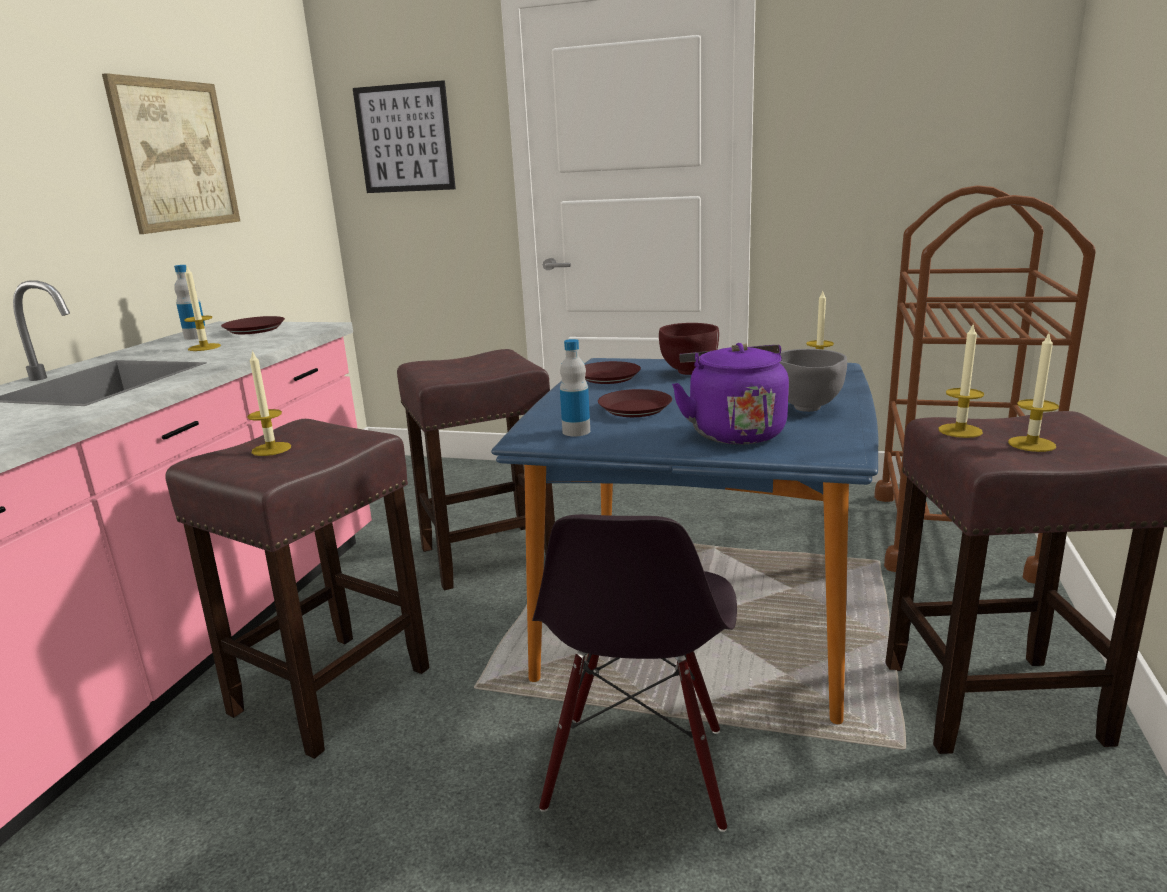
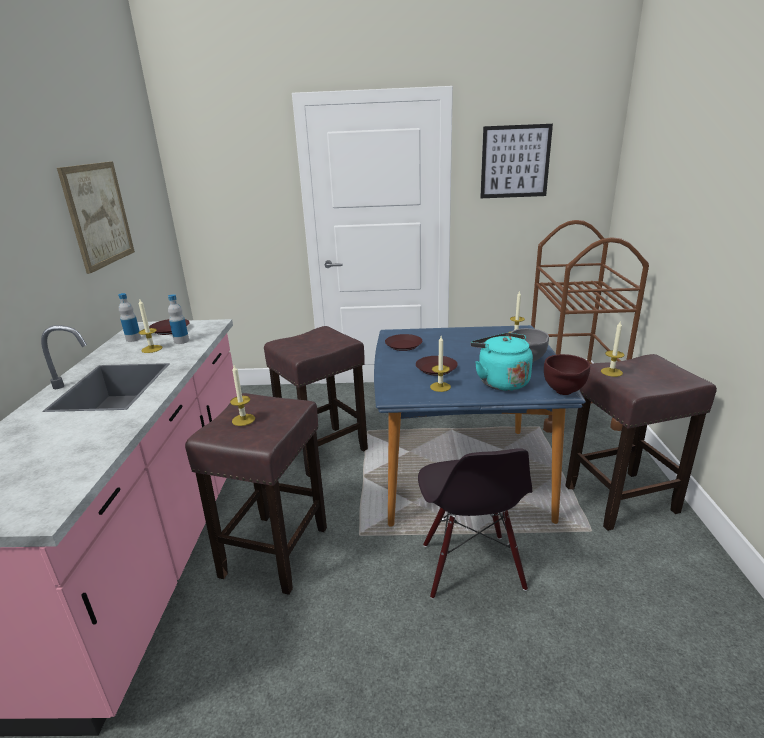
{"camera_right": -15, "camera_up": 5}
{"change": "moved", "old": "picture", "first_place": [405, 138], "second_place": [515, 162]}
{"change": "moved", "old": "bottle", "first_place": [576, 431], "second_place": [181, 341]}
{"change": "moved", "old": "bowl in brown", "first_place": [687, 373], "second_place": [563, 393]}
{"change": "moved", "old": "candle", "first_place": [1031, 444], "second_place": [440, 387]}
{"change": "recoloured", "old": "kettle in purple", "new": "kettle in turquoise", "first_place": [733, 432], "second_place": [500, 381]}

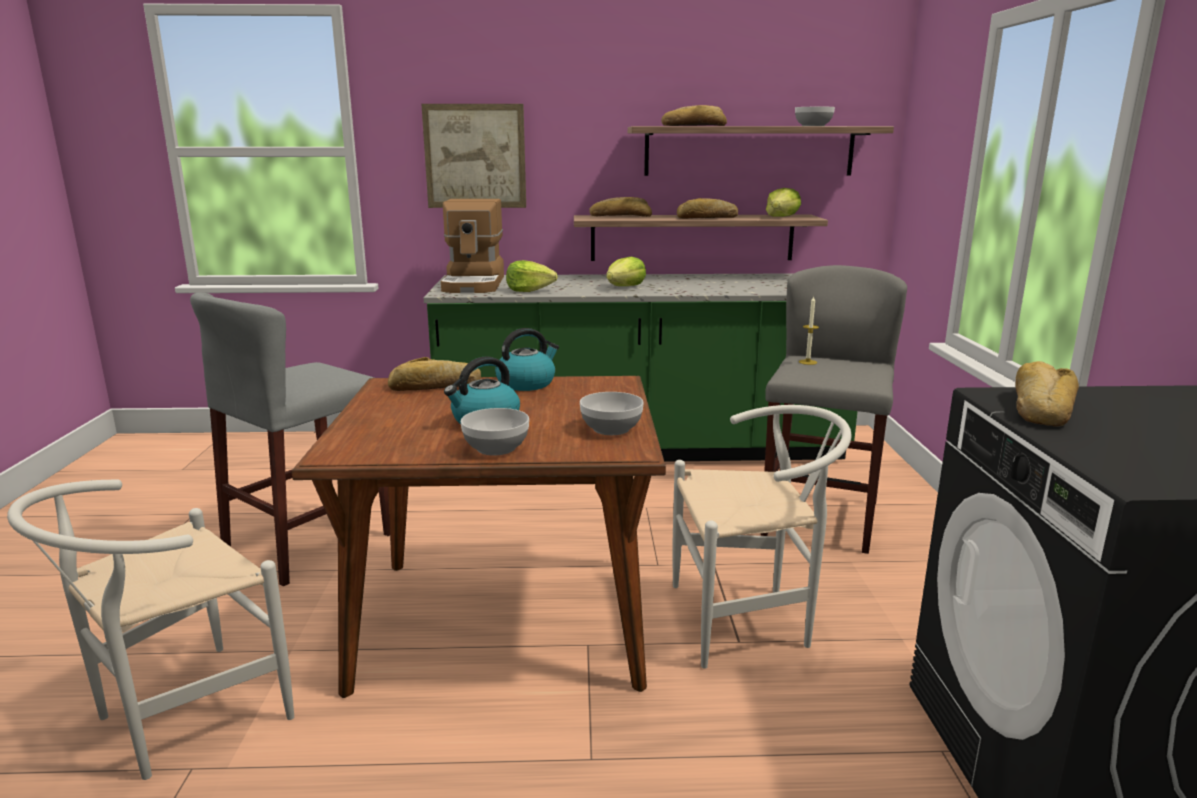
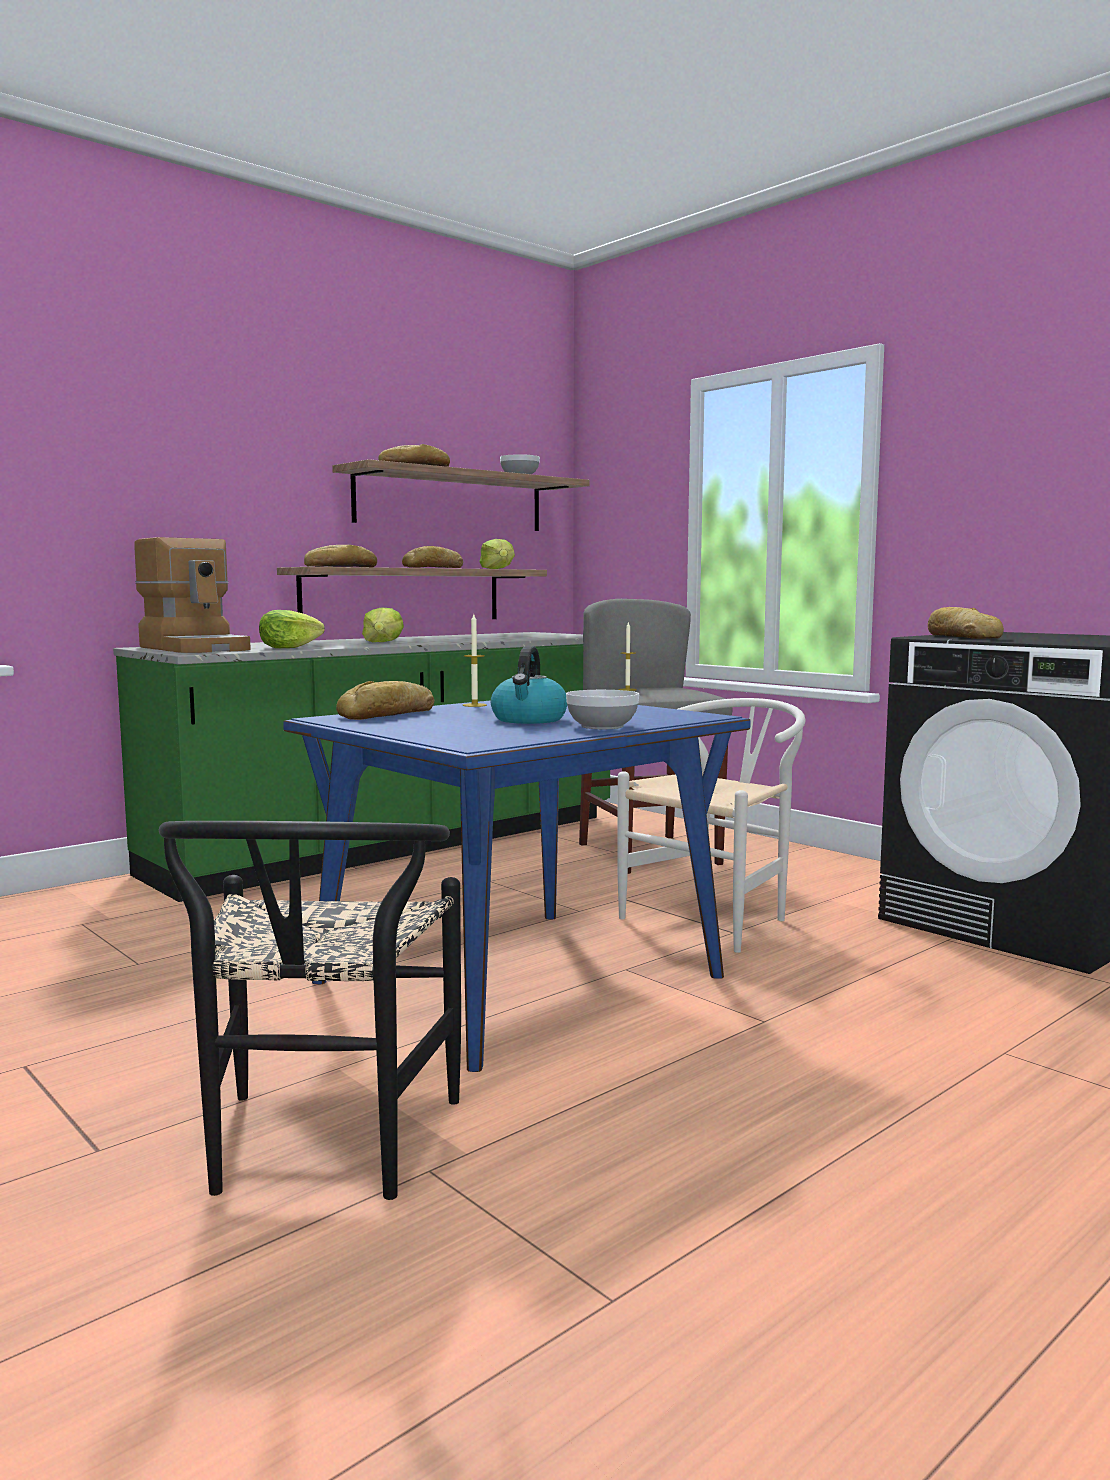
{"camera_right": -40, "camera_up": -10}
{"change": "removed", "old": "stool in grey", "first_place": [309, 542]}
{"change": "removed", "old": "picture", "first_place": [475, 156]}
{"change": "removed", "old": "bowl", "first_place": [610, 429]}
{"change": "replaced", "old": "kettle", "new": "candle", "first_place": [526, 383], "second_place": [474, 705]}
{"change": "recoloured", "old": "chair in white", "new": "chair in black", "first_place": [178, 718], "second_place": [321, 1153]}
{"change": "recoloured", "old": "dining table in brown", "new": "dining table in blue", "first_place": [504, 620], "second_place": [520, 979]}

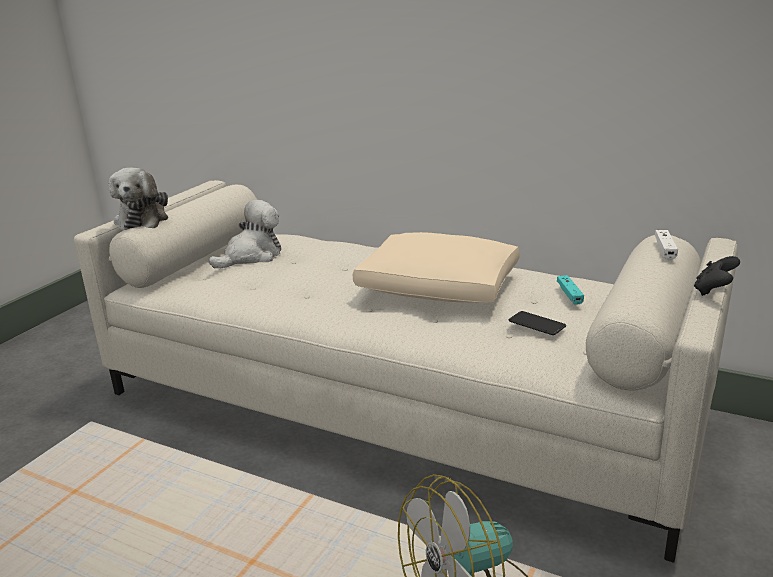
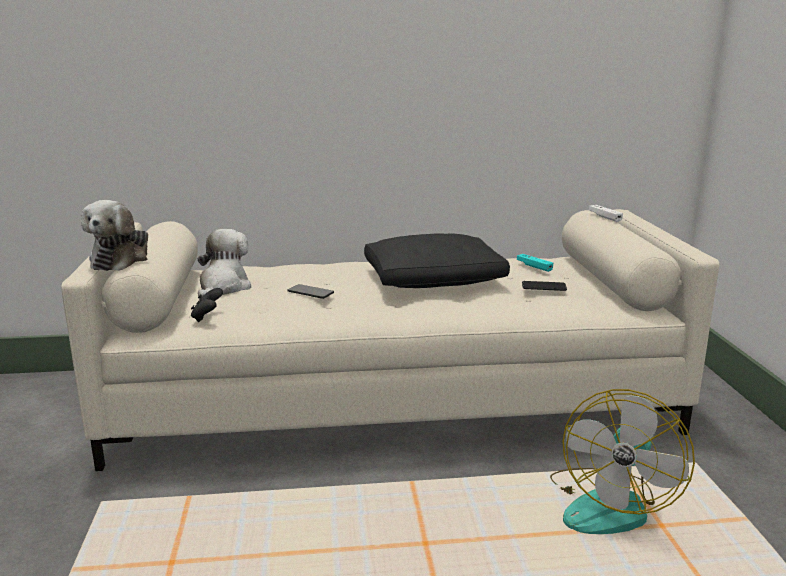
{"camera_right": -35, "camera_up": -5}
{"change": "added", "new": "phone", "second_place": [310, 292]}
{"change": "moved", "old": "game controller in black", "first_place": [713, 291], "second_place": [207, 317]}
{"change": "recoloured", "old": "pillow in beige", "new": "pillow in black", "first_place": [440, 288], "second_place": [435, 280]}
{"change": "turned", "old": "plush toy", "first_place": [143, 220], "second_place": [122, 260], "degrees": 45}

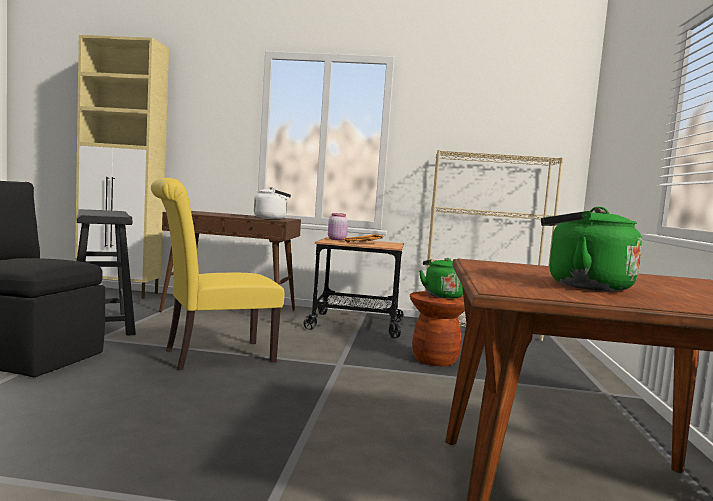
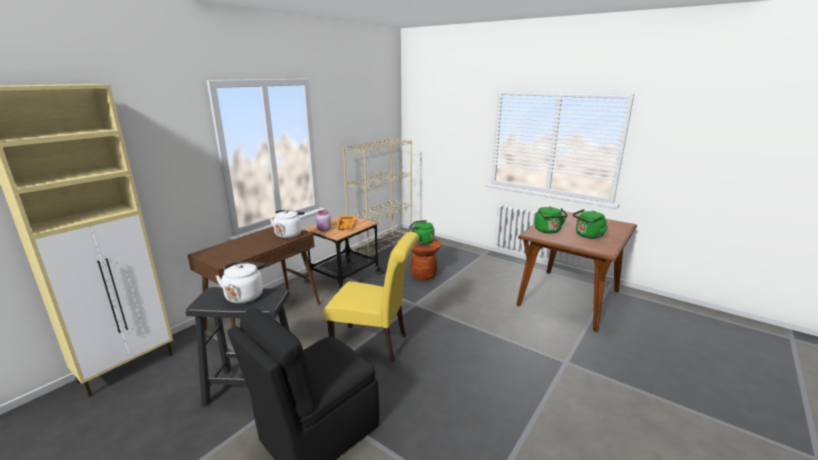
{"camera_right": -60, "camera_up": 15}
{"change": "added", "new": "kettle in white", "second_place": [245, 295]}
{"change": "added", "new": "kettle in green", "second_place": [548, 231]}
{"change": "turned", "old": "chair in yellow", "first_place": [212, 356], "second_place": [374, 343], "degrees": -75}

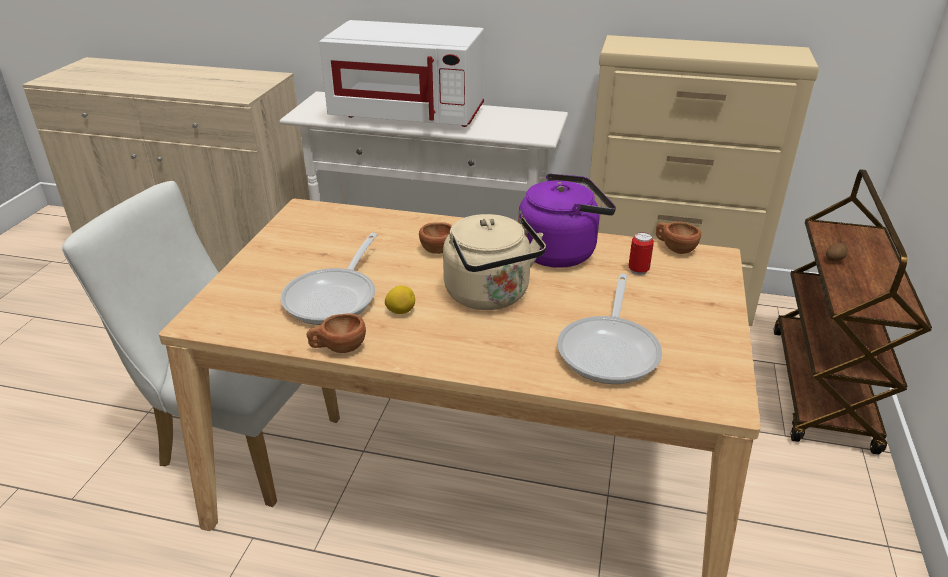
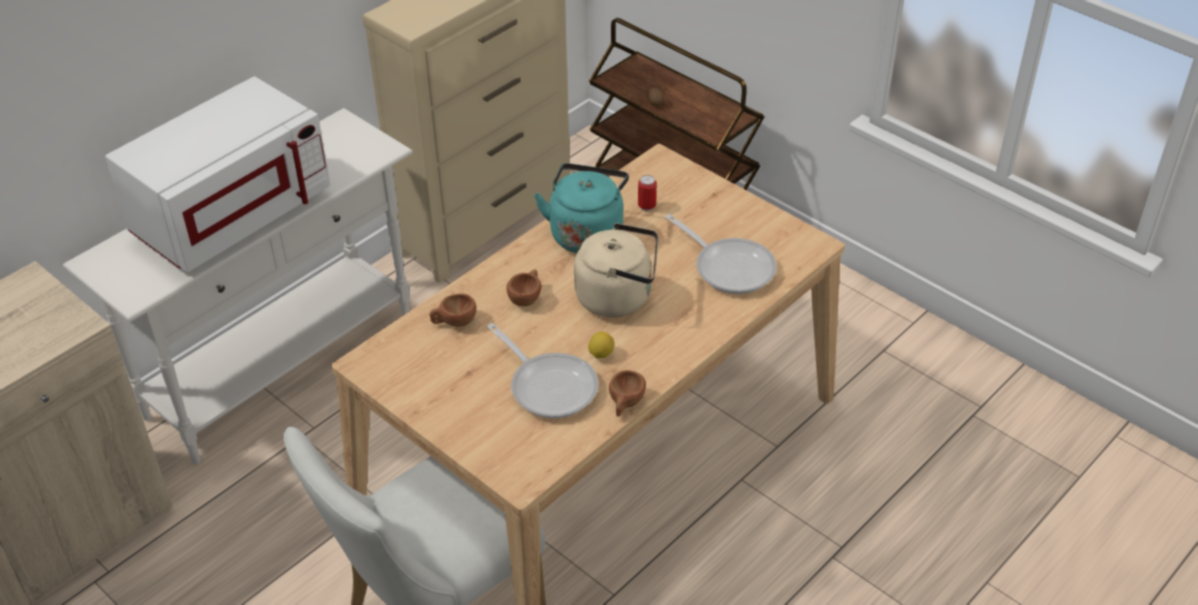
{"camera_right": -60, "camera_up": 10}
{"change": "moved", "old": "cup in brown", "first_place": [674, 248], "second_place": [454, 322]}
{"change": "recoloured", "old": "kettle in purple", "new": "kettle in turquoise", "first_place": [561, 252], "second_place": [587, 233]}

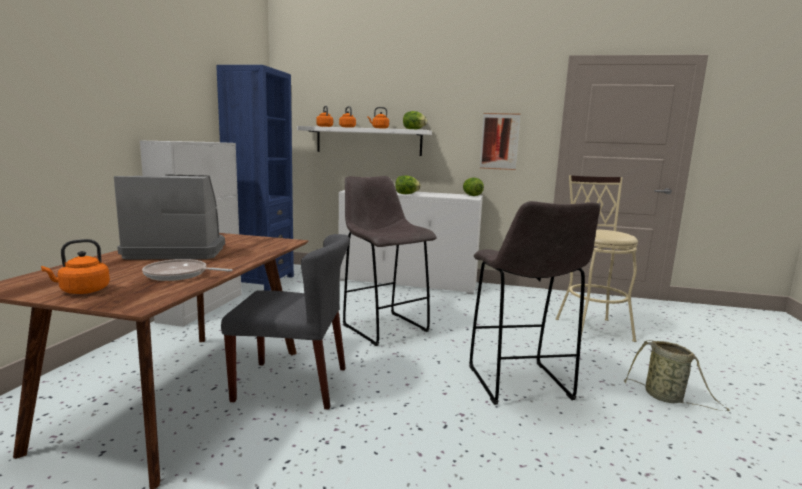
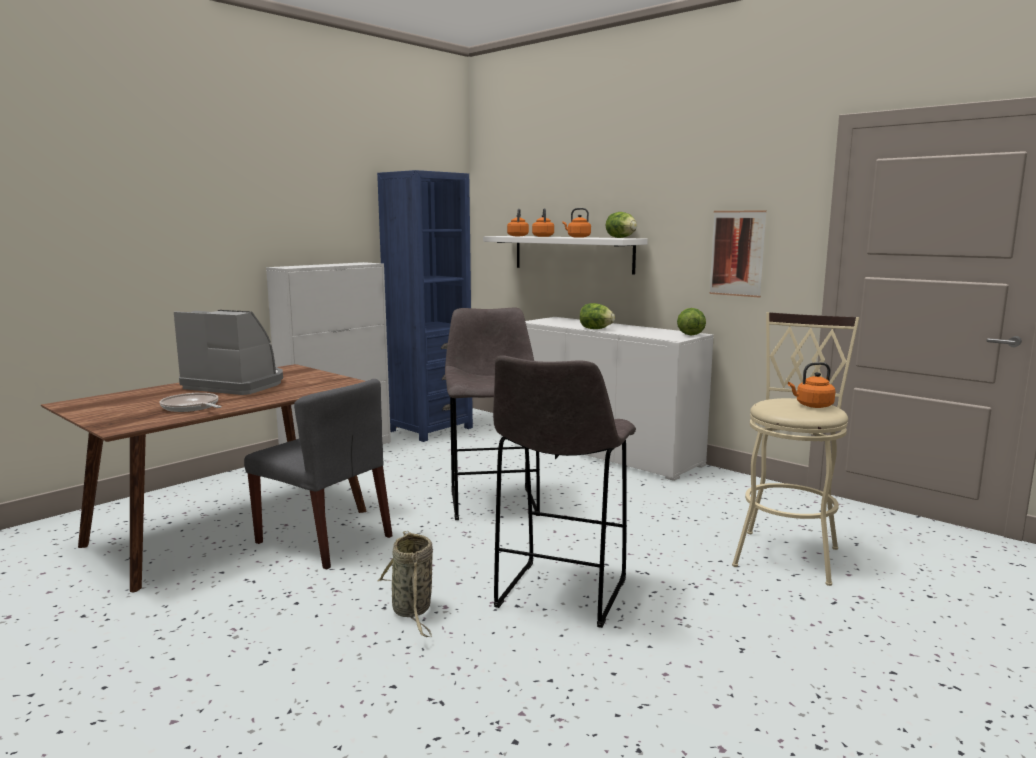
{"camera_right": 30, "camera_up": 0}
{"change": "moved", "old": "kettle in orange", "first_place": [82, 291], "second_place": [812, 406]}
{"change": "moved", "old": "basket", "first_place": [666, 398], "second_place": [412, 611]}

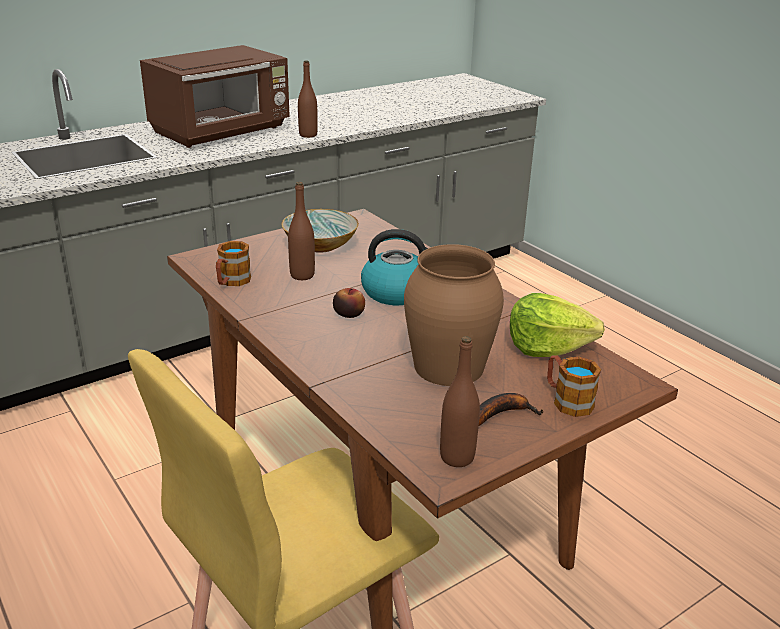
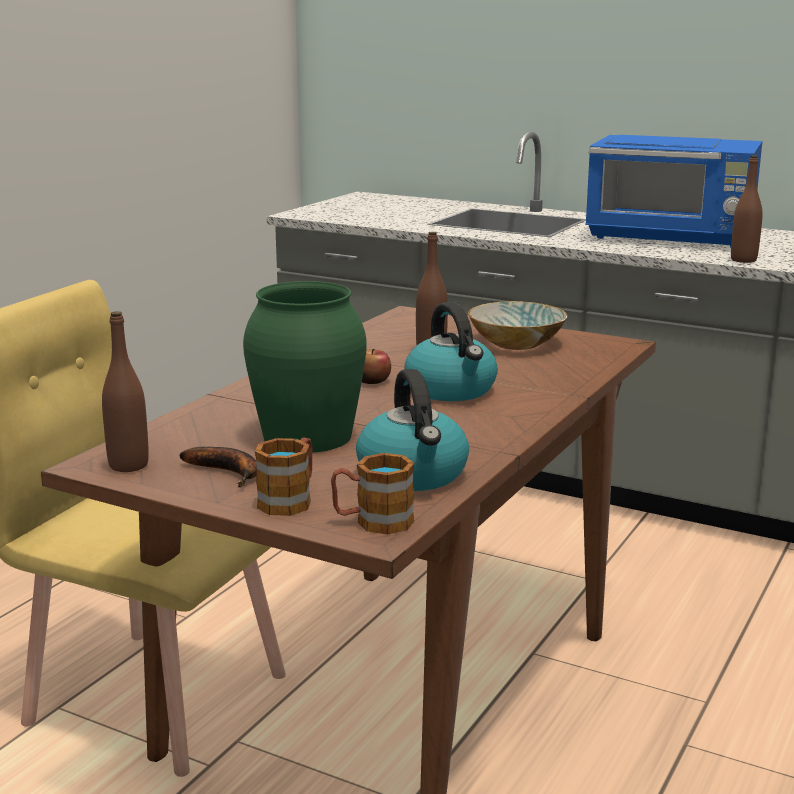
{"camera_right": 65, "camera_up": -10}
{"change": "moved", "old": "mug", "first_place": [231, 282], "second_place": [373, 522]}
{"change": "replaced", "old": "lettuce", "new": "kettle", "first_place": [547, 347], "second_place": [413, 474]}
{"change": "recoloured", "old": "microwave in brown", "new": "microwave in blue", "first_place": [222, 131], "second_place": [672, 237]}
{"change": "recoloured", "old": "vase in brown", "new": "vase in green", "first_place": [449, 366], "second_place": [307, 436]}

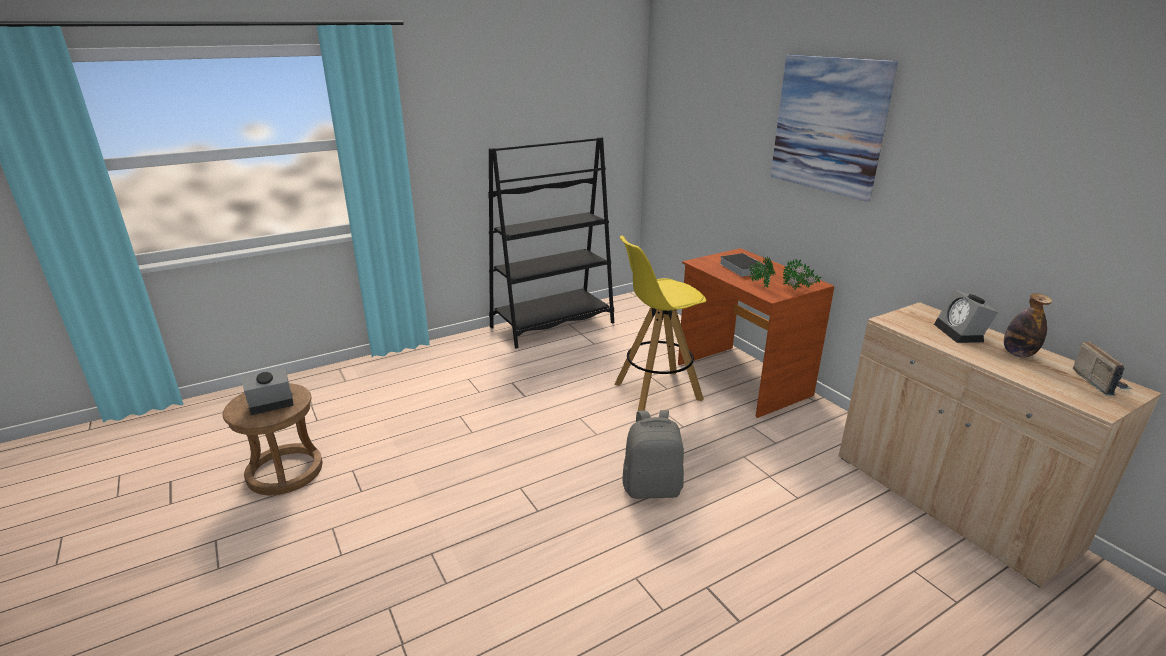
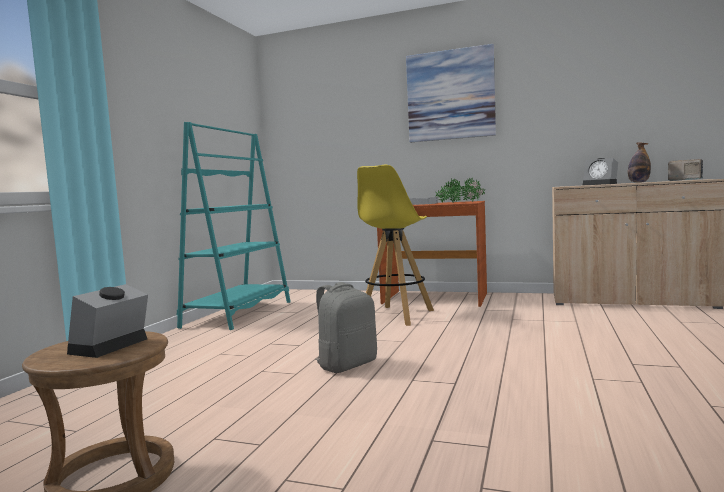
{"camera_right": -40, "camera_up": -20}
{"change": "moved", "old": "backpack in grey", "first_place": [652, 488], "second_place": [347, 365]}
{"change": "recoloured", "old": "bookcase in black", "new": "bookcase in turquoise", "first_place": [552, 325], "second_place": [239, 314]}

